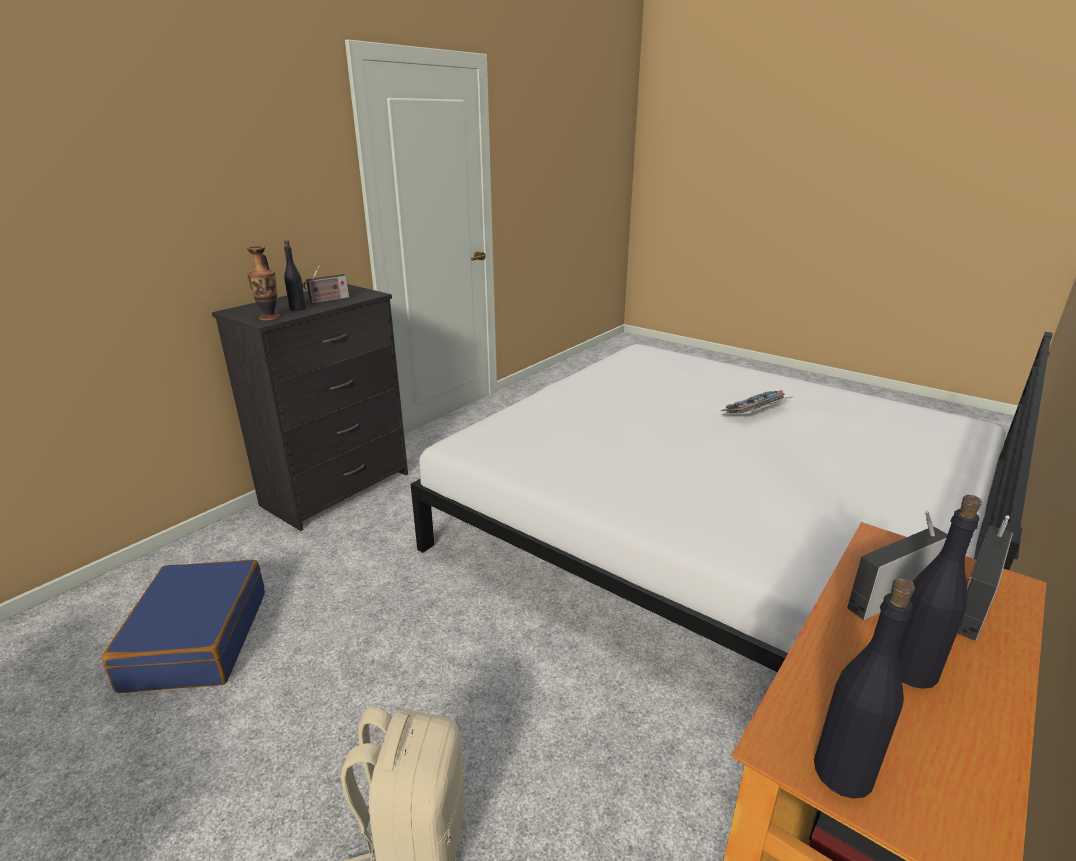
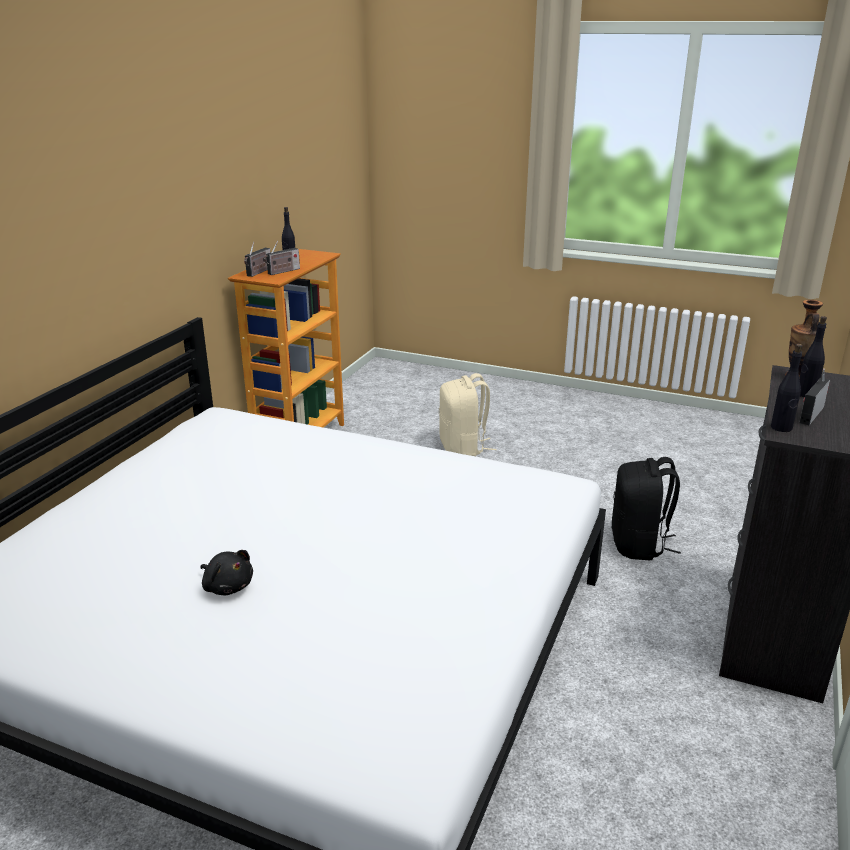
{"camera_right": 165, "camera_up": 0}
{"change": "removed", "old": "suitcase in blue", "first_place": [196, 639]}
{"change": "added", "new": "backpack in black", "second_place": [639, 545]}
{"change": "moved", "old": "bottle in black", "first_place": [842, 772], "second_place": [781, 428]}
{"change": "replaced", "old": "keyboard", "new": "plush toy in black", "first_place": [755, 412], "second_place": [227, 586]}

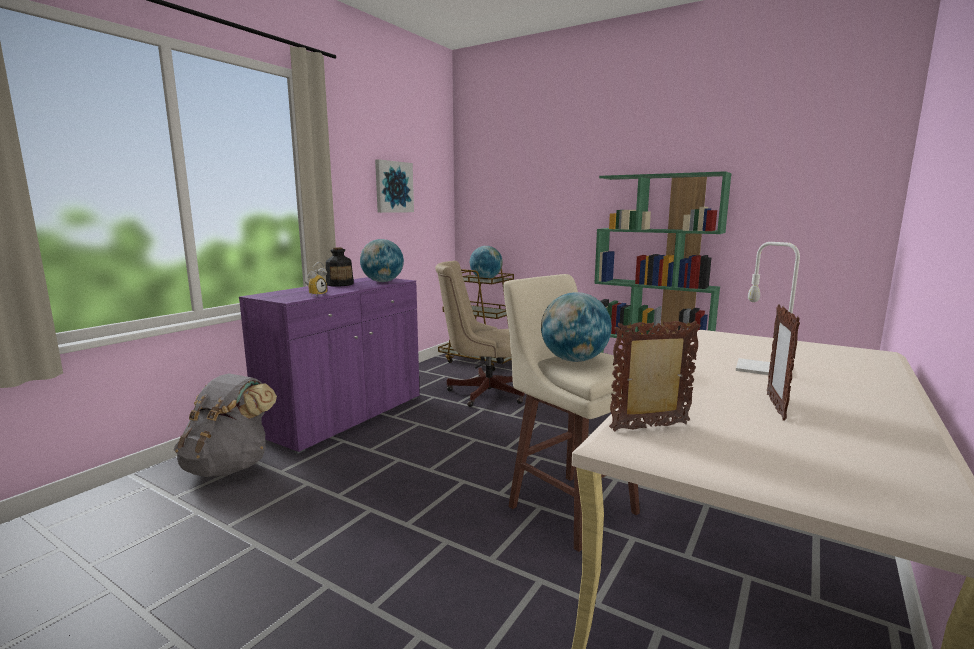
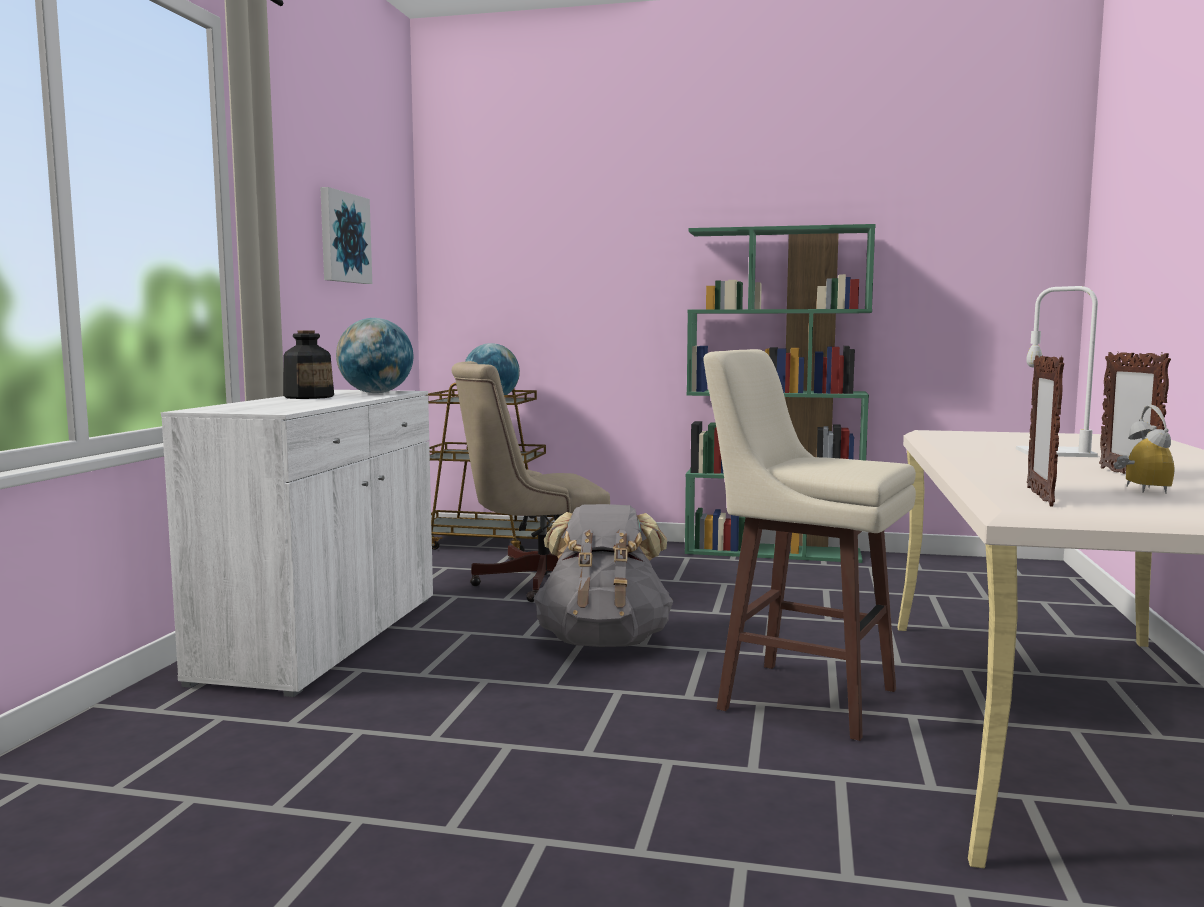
{"camera_right": -20, "camera_up": -5}
{"change": "removed", "old": "globe", "first_place": [574, 360]}
{"change": "moved", "old": "backpack in grey", "first_place": [230, 466], "second_place": [603, 642]}
{"change": "moved", "old": "alarm clock", "first_place": [316, 295], "second_place": [1137, 490]}
{"change": "recoloured", "old": "cabinet in purple", "new": "cabinet in white", "first_place": [345, 416], "second_place": [324, 637]}
{"change": "turned", "old": "picture frame", "first_place": [651, 427], "second_place": [1040, 497], "degrees": -45}

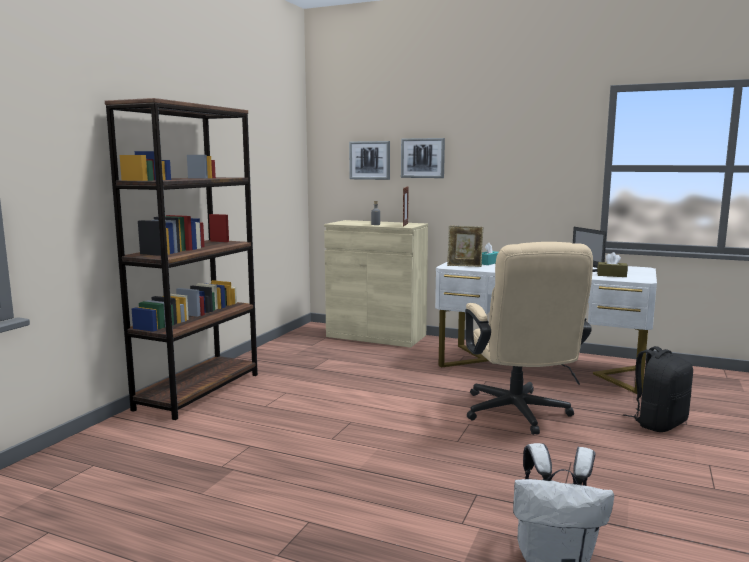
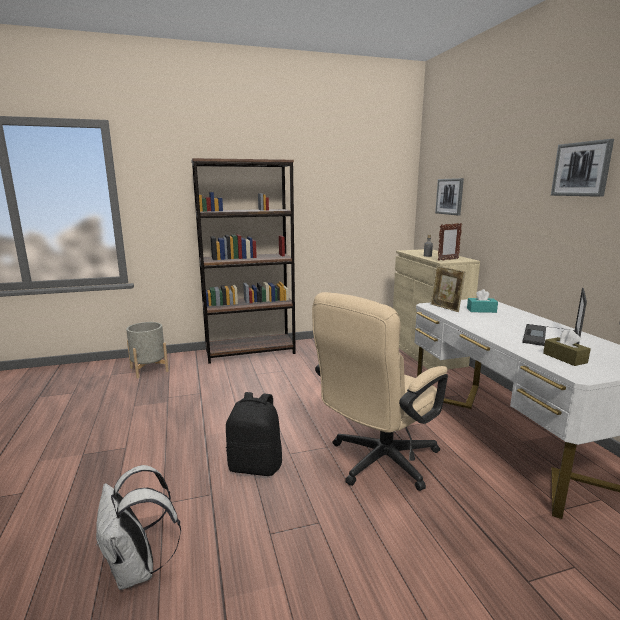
{"camera_right": 50, "camera_up": 5}
{"change": "added", "new": "planter in grey", "second_place": [149, 369]}
{"change": "moved", "old": "picture", "first_place": [422, 158], "second_place": [581, 169]}
{"change": "moved", "old": "backpack in black", "first_place": [658, 423], "second_place": [256, 466]}

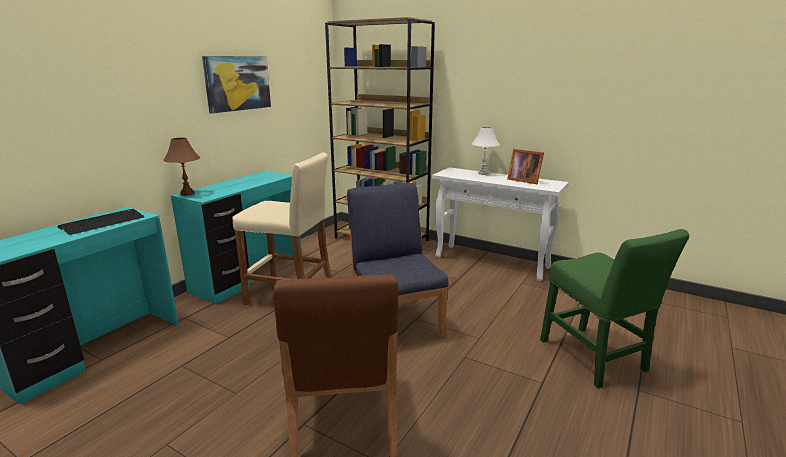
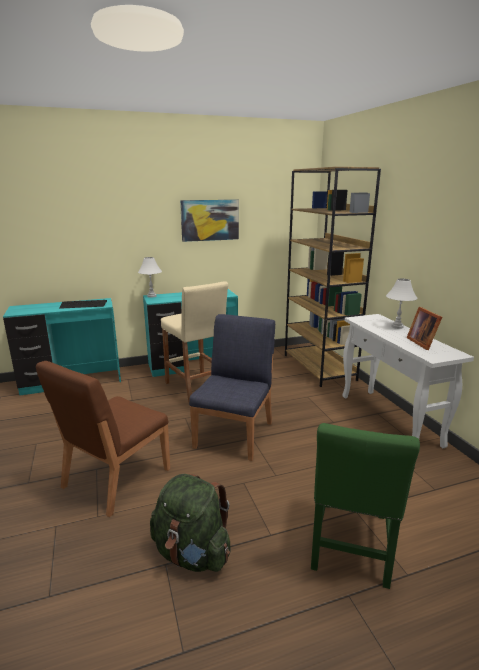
{"camera_right": 40, "camera_up": 0}
{"change": "added", "new": "backpack in green", "second_place": [192, 553]}
{"change": "recoloured", "old": "table lamp in brown", "new": "table lamp in white", "first_place": [187, 193], "second_place": [151, 296]}

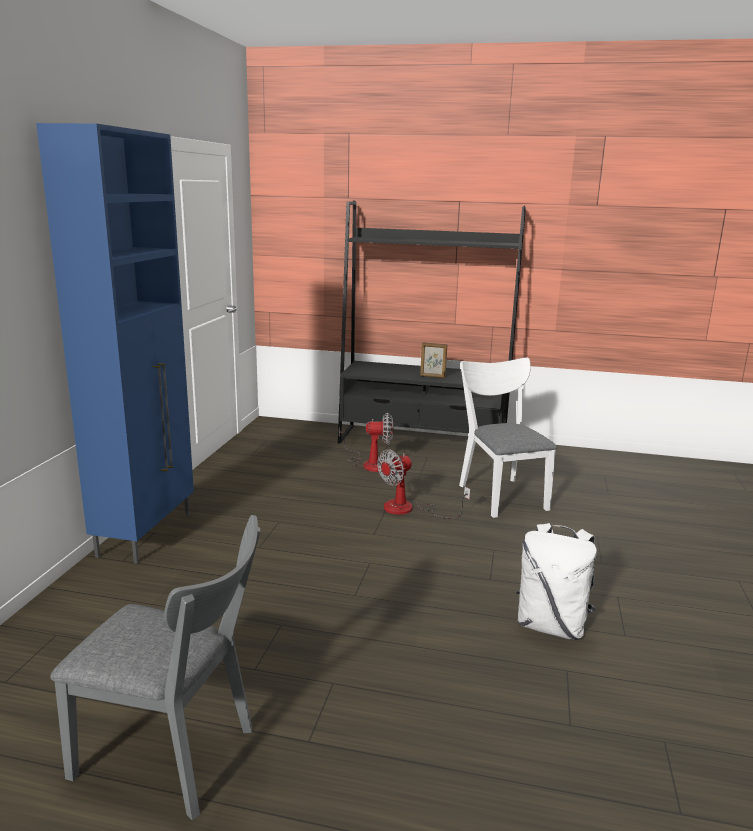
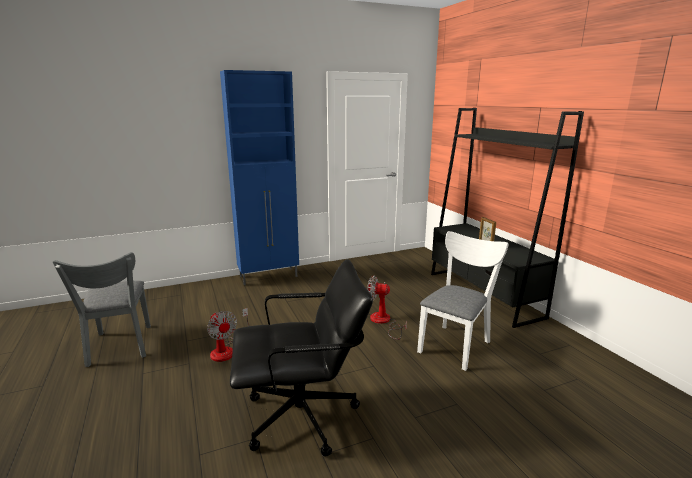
{"camera_right": 55, "camera_up": 0}
{"change": "moved", "old": "fan", "first_place": [369, 463], "second_place": [227, 349]}
{"change": "replaced", "old": "backpack in white", "new": "office chair in black", "first_place": [551, 625], "second_place": [302, 417]}

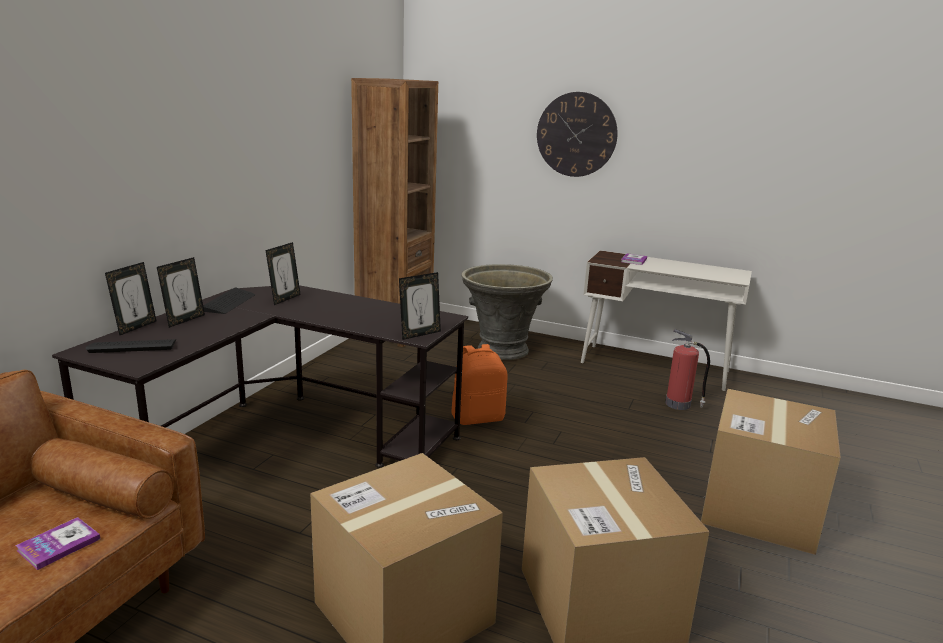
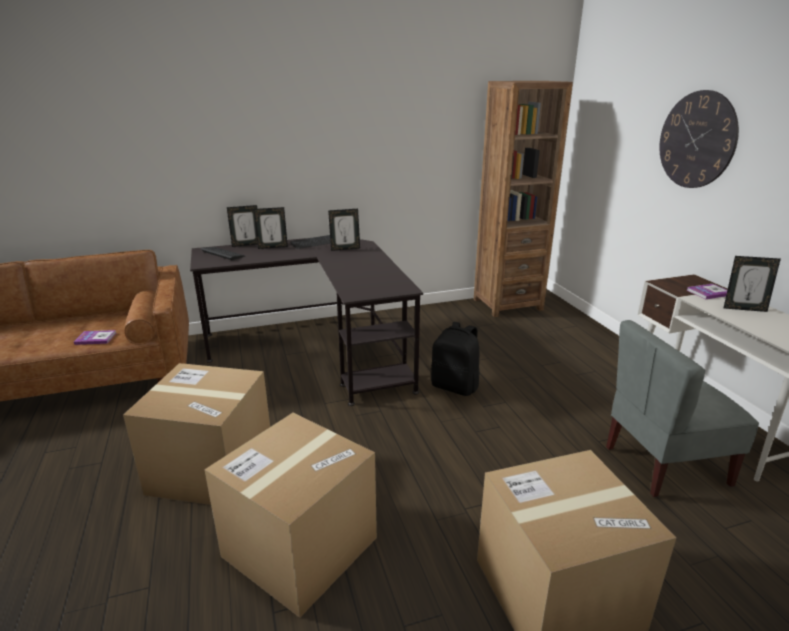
{"camera_right": 50, "camera_up": 5}
{"change": "removed", "old": "planter in grey", "first_place": [502, 350]}
{"change": "moved", "old": "picture frame", "first_place": [419, 334], "second_place": [743, 308]}
{"change": "replaced", "old": "fire extinguisher", "new": "chair in grey", "first_place": [679, 404], "second_place": [664, 465]}
{"change": "recoloured", "old": "backpack in orange", "new": "backpack in black", "first_place": [478, 418], "second_place": [455, 386]}

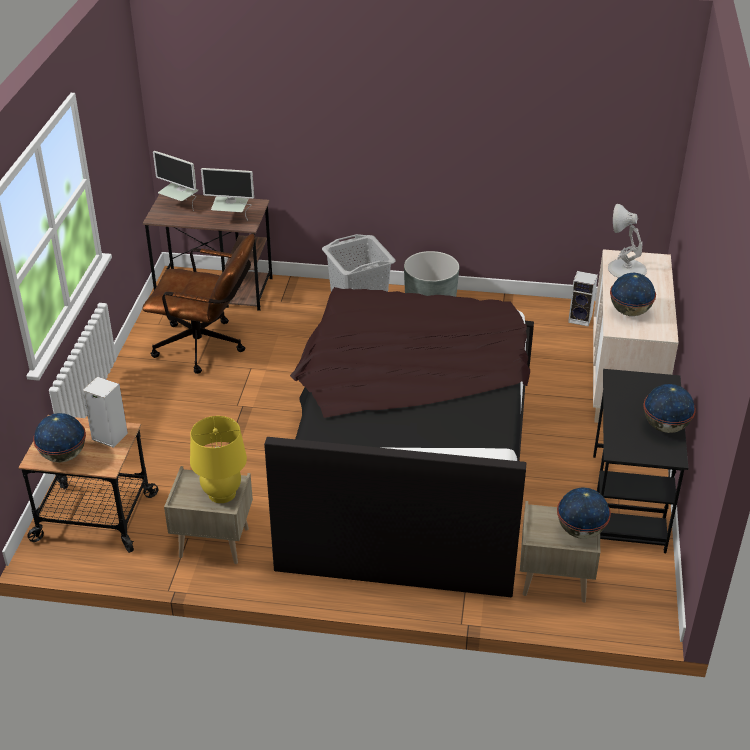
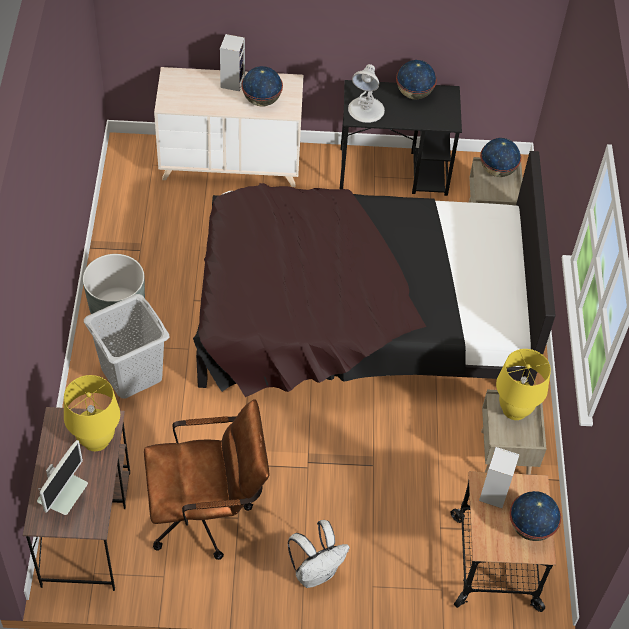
{"camera_right": -100, "camera_up": 15}
{"change": "added", "new": "backpack in white", "second_place": [316, 572]}
{"change": "moved", "old": "speaker", "first_place": [581, 319], "second_place": [232, 81]}
{"change": "moved", "old": "table lamp in white", "first_place": [626, 269], "second_place": [366, 110]}
{"change": "replaced", "old": "monitor", "new": "table lamp in yellow", "first_place": [231, 219], "second_place": [96, 439]}
{"change": "turned", "old": "office chair in brown", "first_place": [207, 347], "second_place": [207, 514], "degrees": 75}

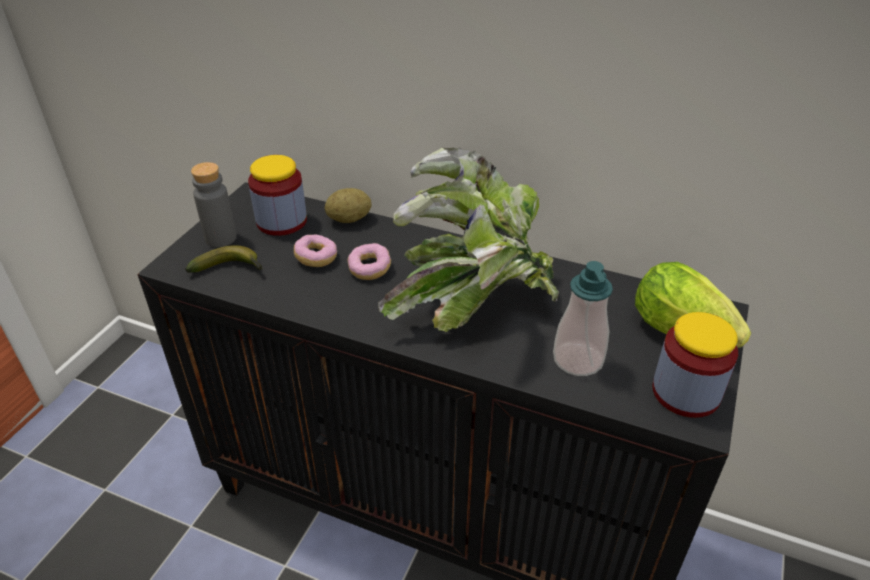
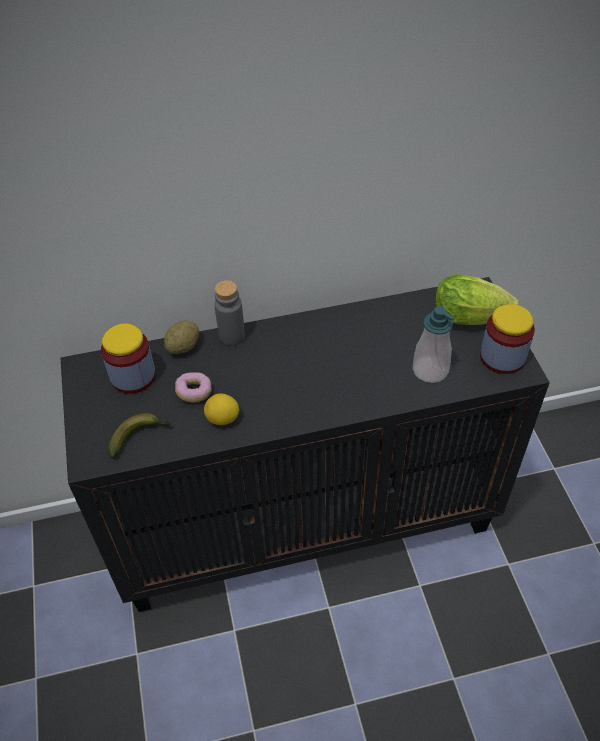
{"camera_right": -35, "camera_up": 10}
{"change": "removed", "old": "donut", "first_place": [369, 269]}
{"change": "removed", "old": "potted plant", "first_place": [472, 303]}
{"change": "added", "new": "lemon", "second_place": [223, 419]}
{"change": "moved", "old": "bottle in grey", "first_place": [221, 238], "second_place": [232, 336]}

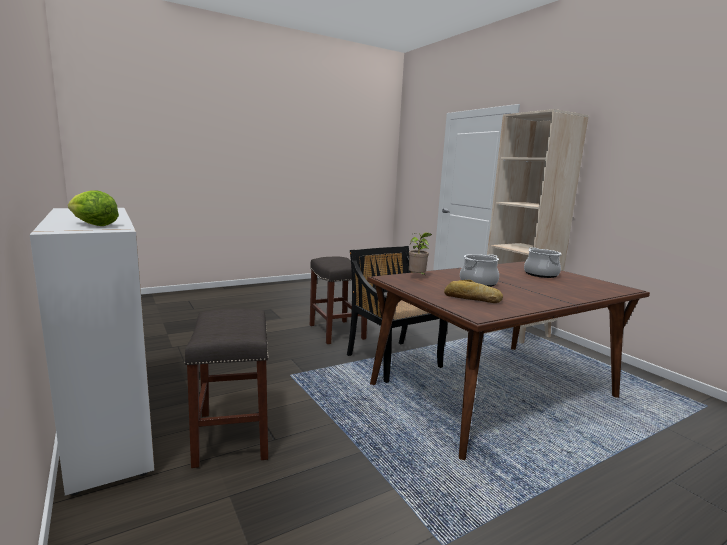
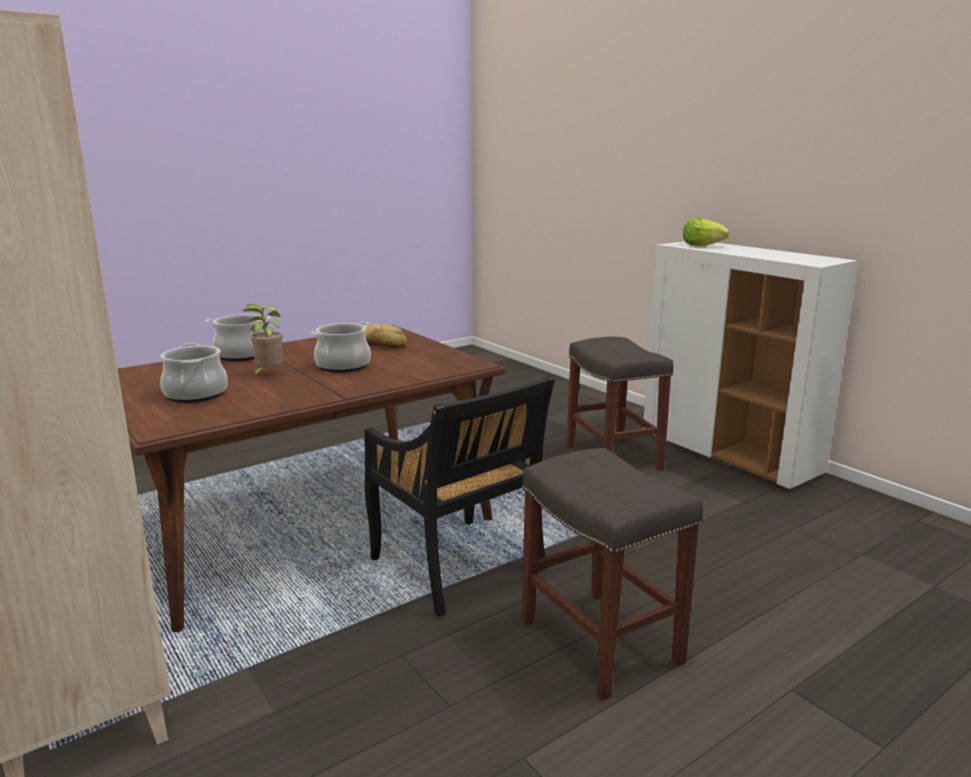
{"camera_right": 175, "camera_up": 5}
{"change": "added", "new": "cooking pot", "second_place": [241, 355]}
{"change": "moved", "old": "potted plant", "first_place": [417, 277], "second_place": [268, 374]}

